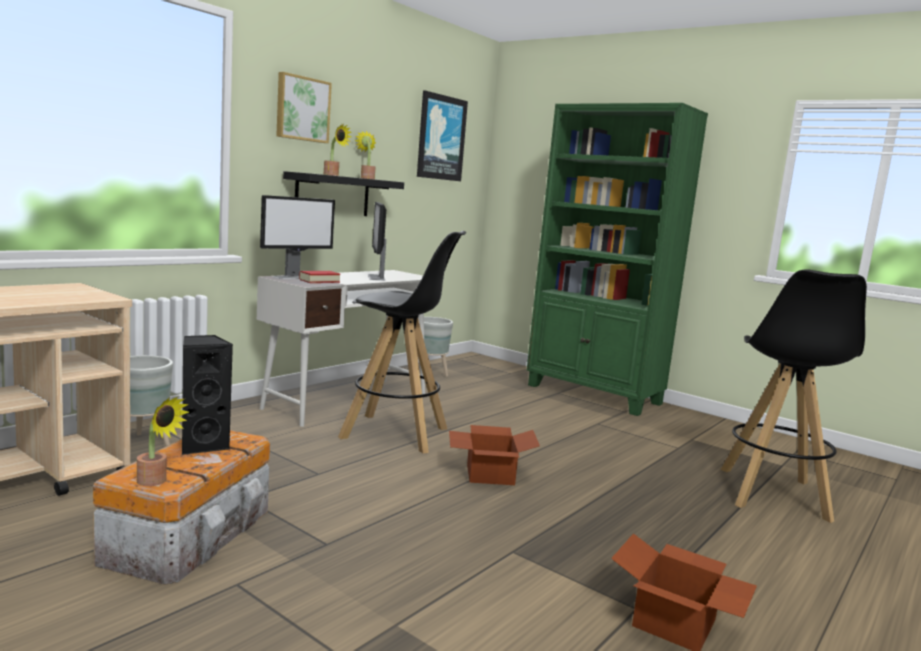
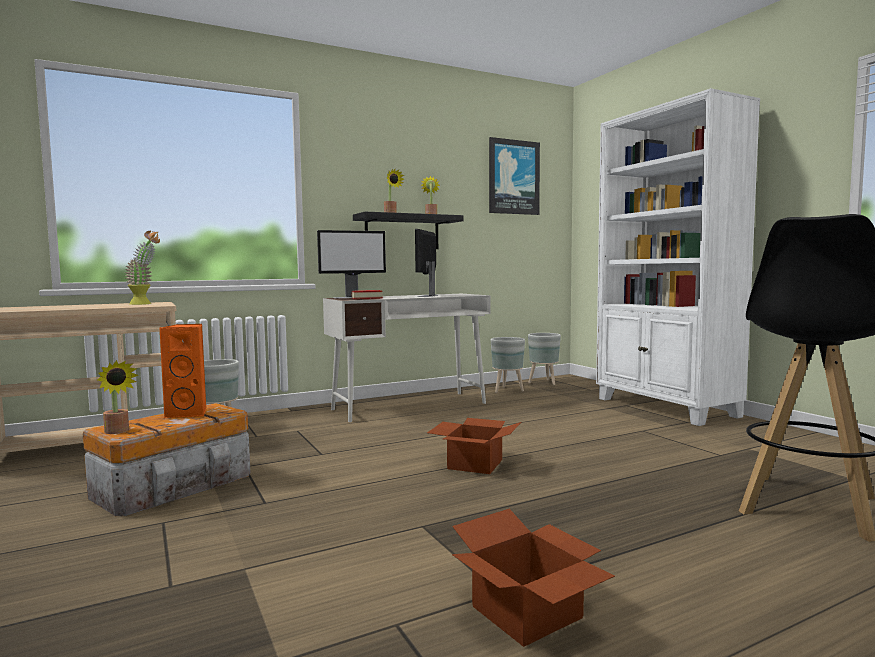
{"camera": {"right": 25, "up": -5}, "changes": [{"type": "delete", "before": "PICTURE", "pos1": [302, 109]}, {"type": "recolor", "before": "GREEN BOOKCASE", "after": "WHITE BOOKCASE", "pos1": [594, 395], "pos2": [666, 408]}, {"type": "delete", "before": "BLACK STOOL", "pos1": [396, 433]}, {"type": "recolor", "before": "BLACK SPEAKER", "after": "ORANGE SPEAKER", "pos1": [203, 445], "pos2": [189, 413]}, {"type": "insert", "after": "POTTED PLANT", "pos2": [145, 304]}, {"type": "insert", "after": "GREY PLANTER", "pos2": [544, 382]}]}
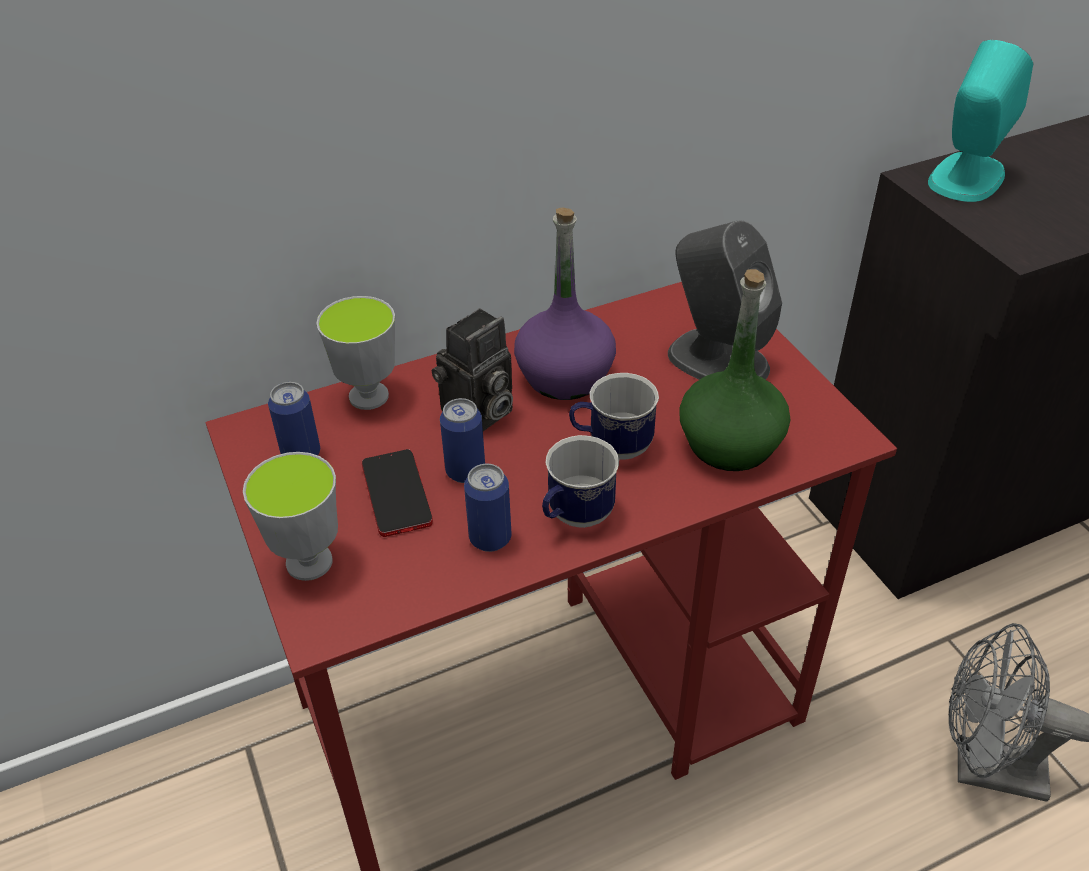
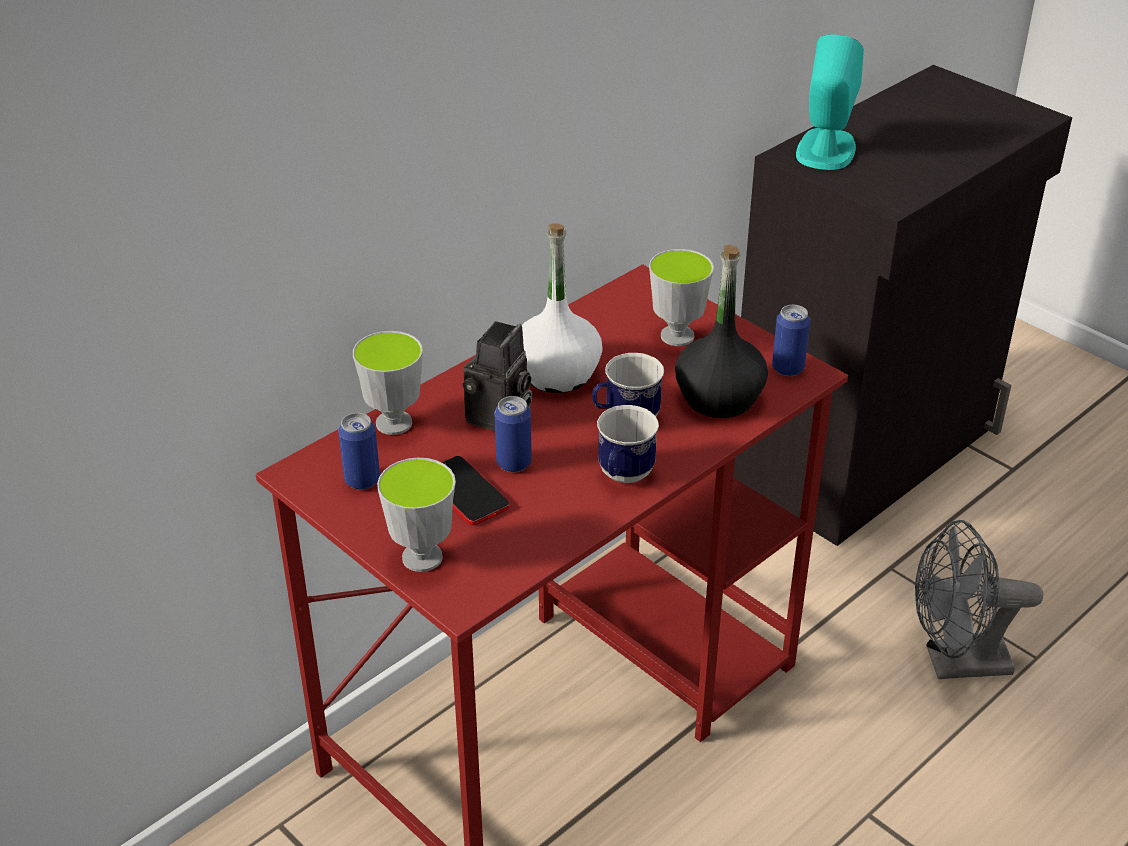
{"camera": {"right": -20, "up": -5}, "changes": [{"type": "recolor", "before": "PURPLE BOTTLE", "after": "WHITE BOTTLE", "pos1": [565, 376], "pos2": [557, 373]}, {"type": "replace", "before": "GREY SPEAKER", "after": "CUP", "pos1": [716, 360], "pos2": [677, 336]}, {"type": "recolor", "before": "GREEN BOTTLE", "after": "BLACK BOTTLE", "pos1": [730, 444], "pos2": [719, 397]}, {"type": "move", "before": "CAN", "pos1": [490, 538], "pos2": [788, 368]}]}
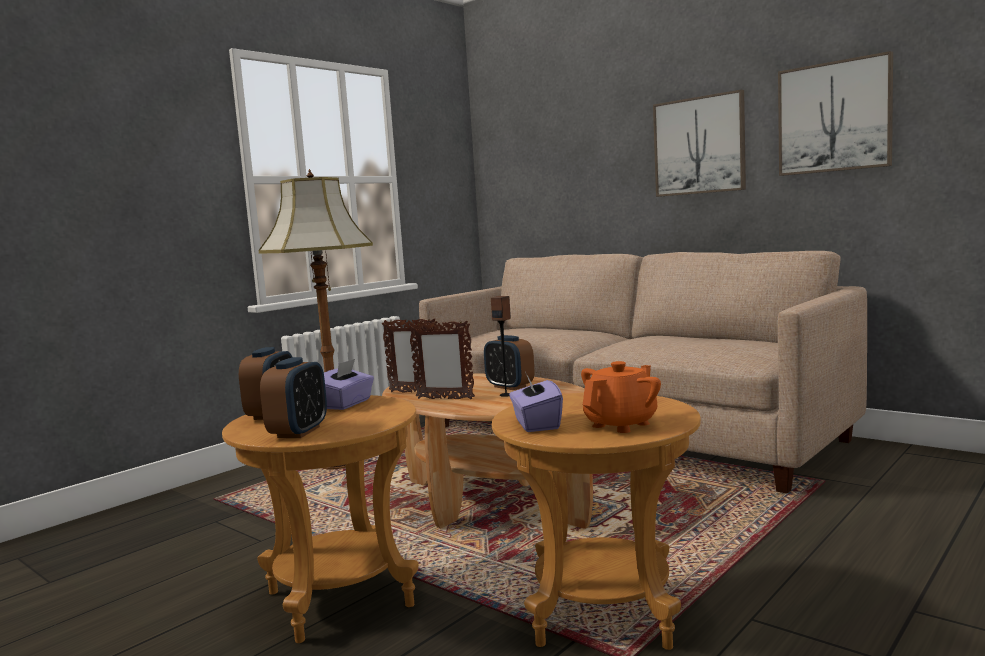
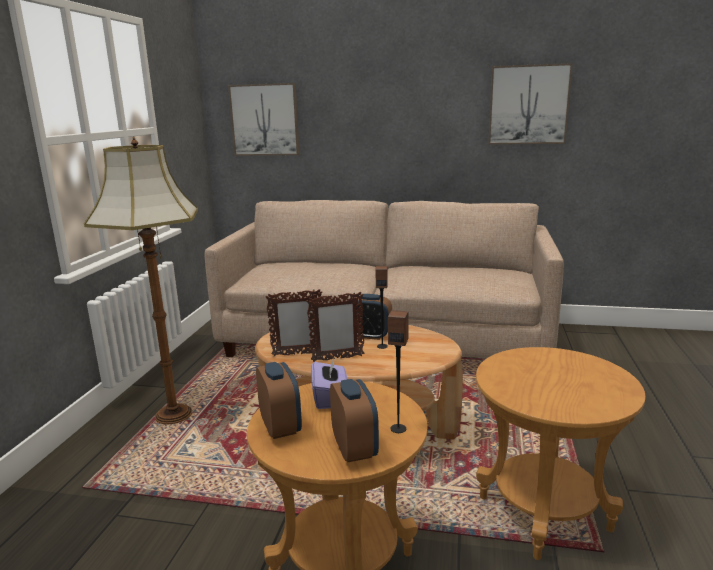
{"camera": {"right": -30, "up": 10}, "changes": [{"type": "move", "before": "PICTURE", "pos1": [699, 146], "pos2": [265, 120]}, {"type": "delete", "before": "ORANGE TEAPOT", "pos1": [621, 424]}, {"type": "delete", "before": "PURPLE TISSUE BOX", "pos1": [536, 424]}, {"type": "insert", "after": "SPEAKER", "pos2": [398, 428]}]}
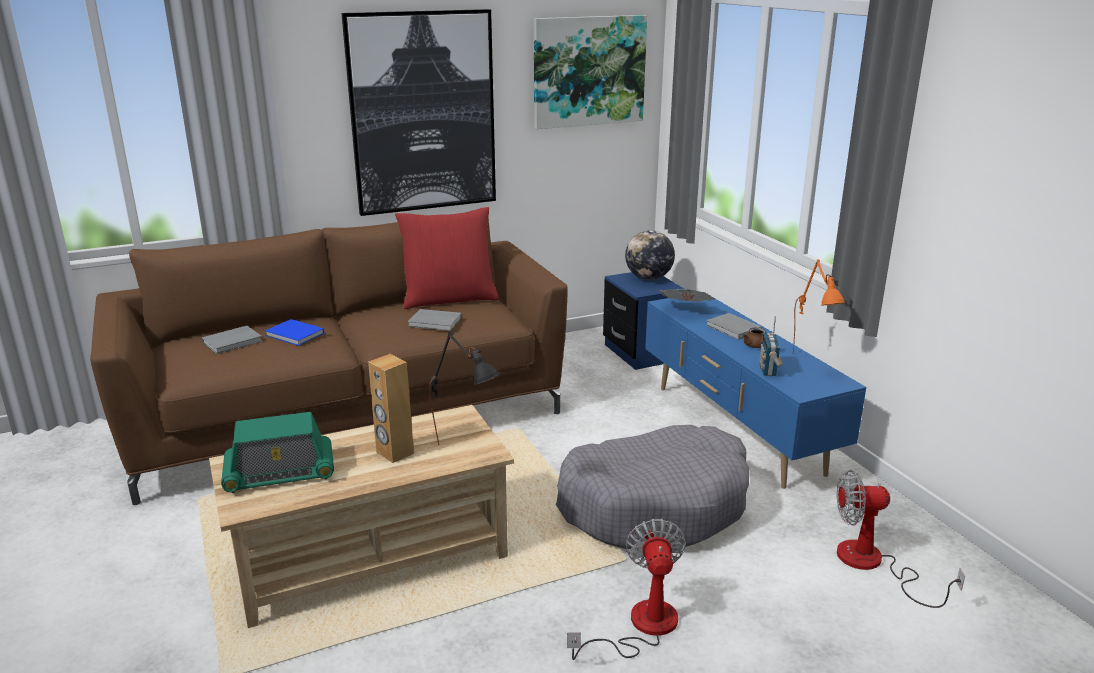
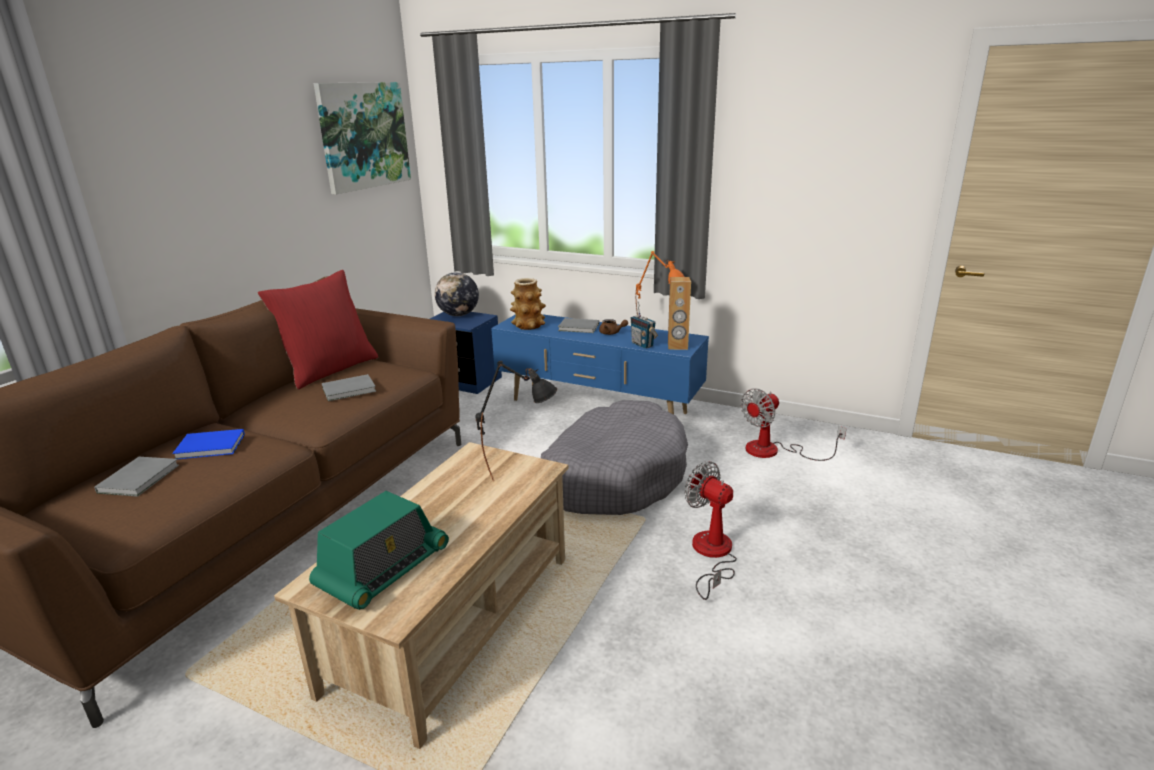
{"camera": {"right": -40, "up": 0}, "changes": [{"type": "delete", "before": "PICTURE", "pos1": [423, 113]}, {"type": "replace", "before": "NEWSPAPER", "after": "VASE", "pos1": [686, 310], "pos2": [528, 325]}, {"type": "move", "before": "BROWN SPEAKER", "pos1": [394, 453], "pos2": [677, 346]}]}
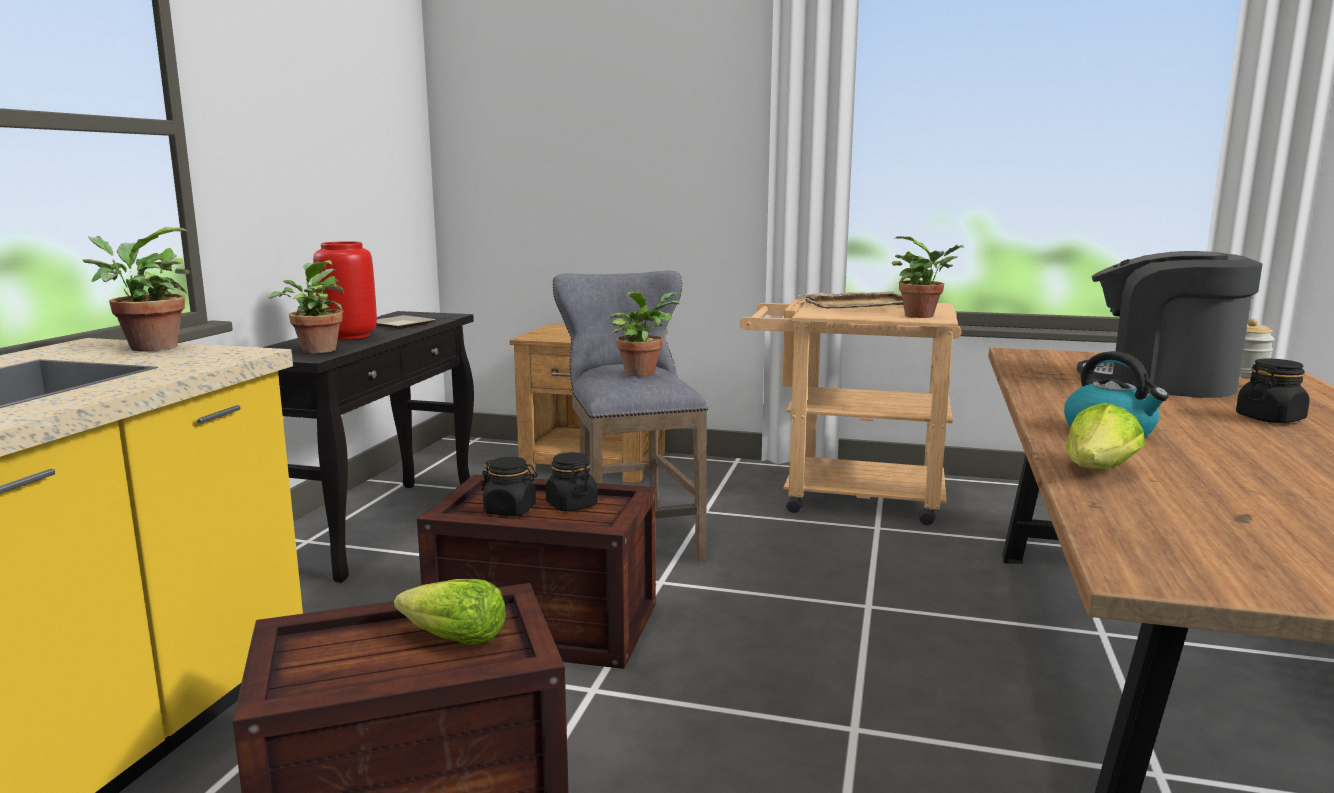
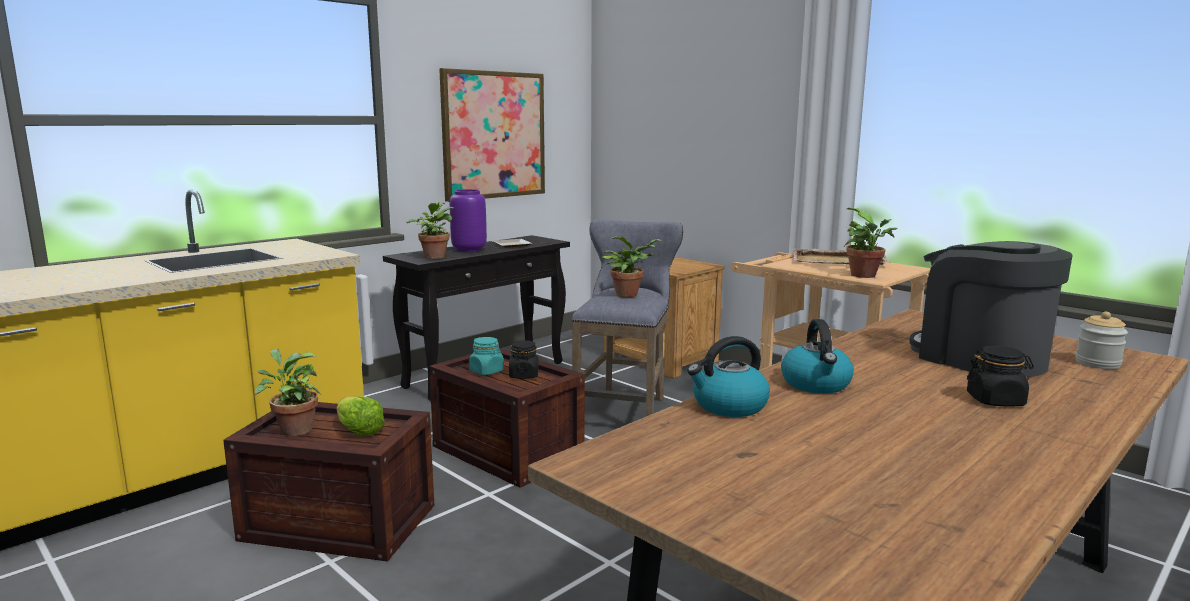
{"camera": {"right": 30, "up": 0}, "changes": [{"type": "move", "before": "POTTED PLANT", "pos1": [147, 347], "pos2": [293, 429]}, {"type": "recolor", "before": "RED VASE", "after": "PURPLE VASE", "pos1": [348, 336], "pos2": [468, 249]}, {"type": "replace", "before": "LETTUCE", "after": "KETTLE", "pos1": [1099, 471], "pos2": [728, 406]}, {"type": "recolor", "before": "BLACK JAR", "after": "TURQUOISE JAR", "pos1": [510, 510], "pos2": [487, 371]}, {"type": "insert", "after": "PICTURE", "pos2": [494, 135]}]}
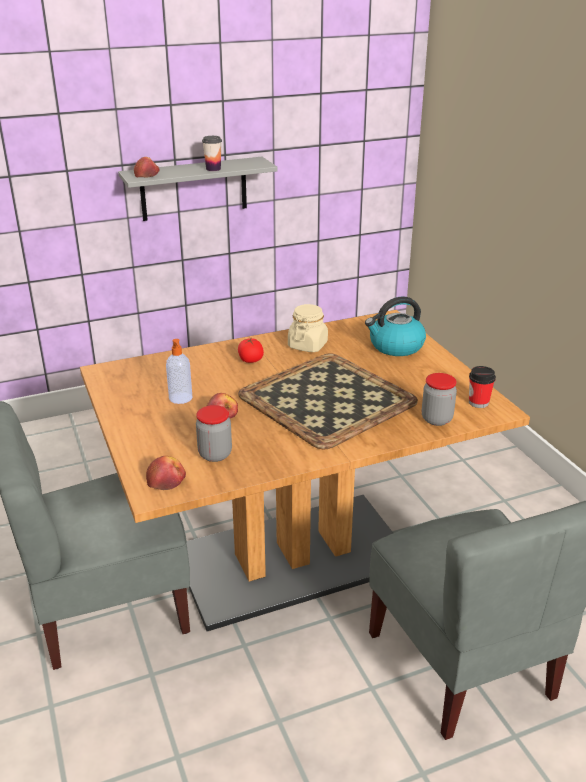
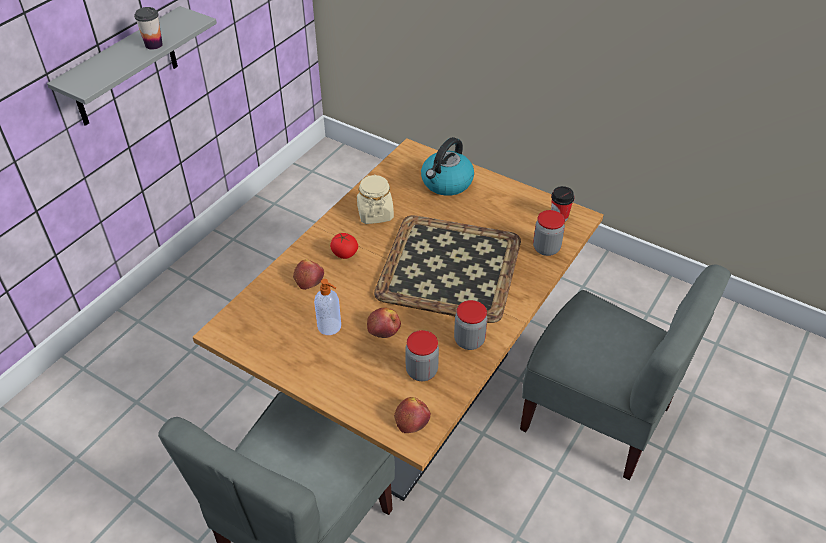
{"camera": {"right": -35, "up": 15}, "changes": [{"type": "move", "before": "APPLE", "pos1": [147, 175], "pos2": [309, 278]}, {"type": "insert", "after": "JAR", "pos2": [469, 340]}]}
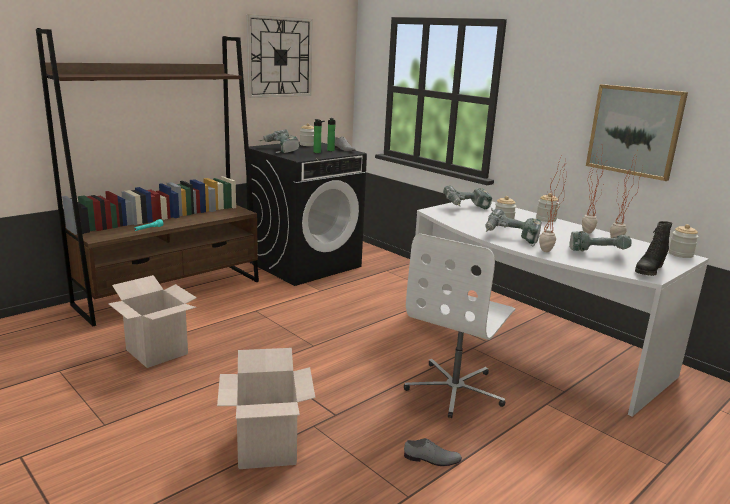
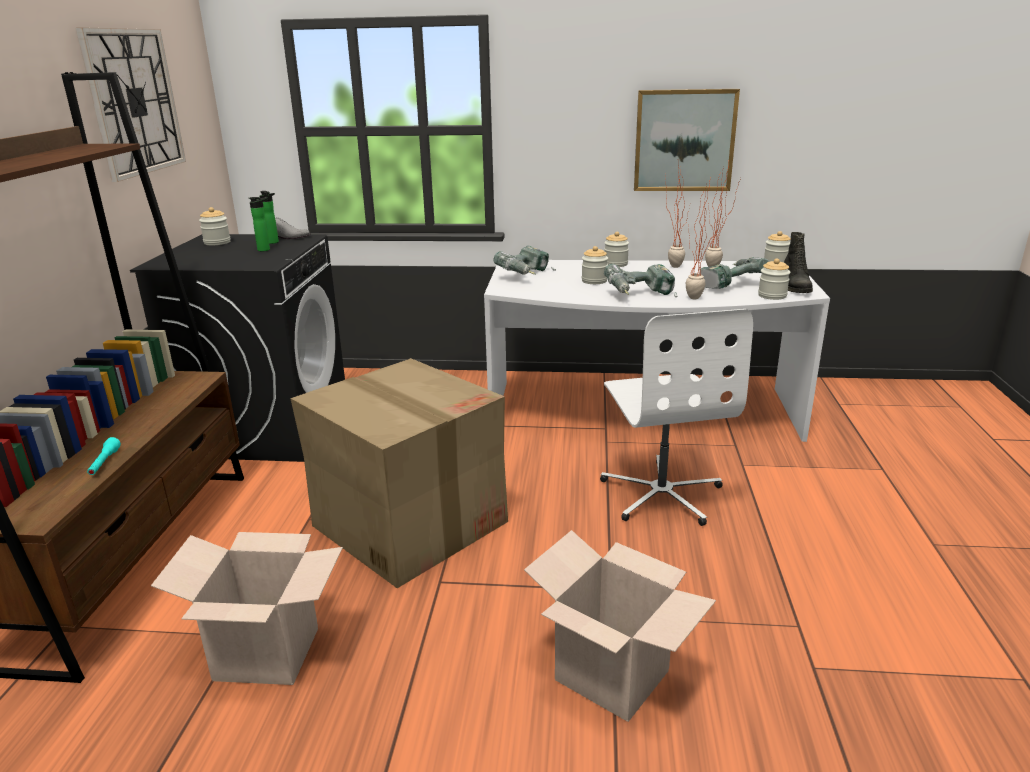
{"camera": {"right": -40, "up": 5}, "changes": [{"type": "delete", "before": "POWER DRILL", "pos1": [280, 150]}, {"type": "delete", "before": "GREY SHOE", "pos1": [432, 459]}, {"type": "insert", "after": "JAR", "pos2": [772, 296]}, {"type": "insert", "after": "CARDBOARD BOX", "pos2": [409, 523]}]}
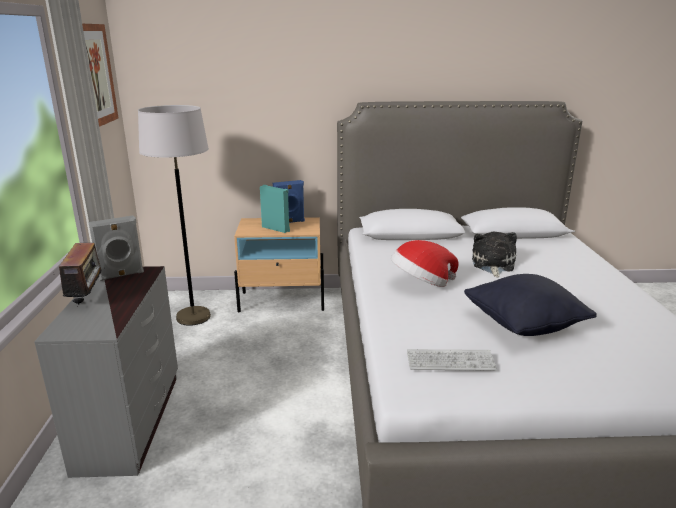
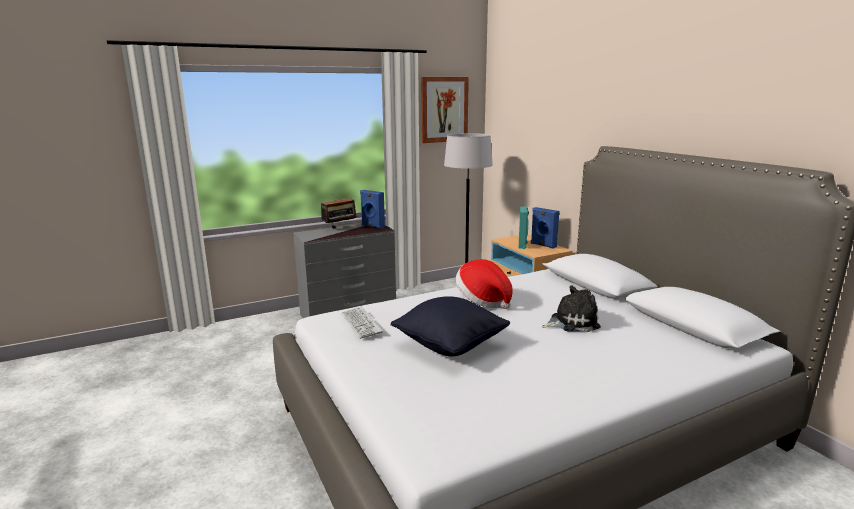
{"camera": {"right": 65, "up": -5}, "changes": [{"type": "recolor", "before": "GREY SPEAKER", "after": "BLUE SPEAKER", "pos1": [121, 275], "pos2": [372, 226]}]}
